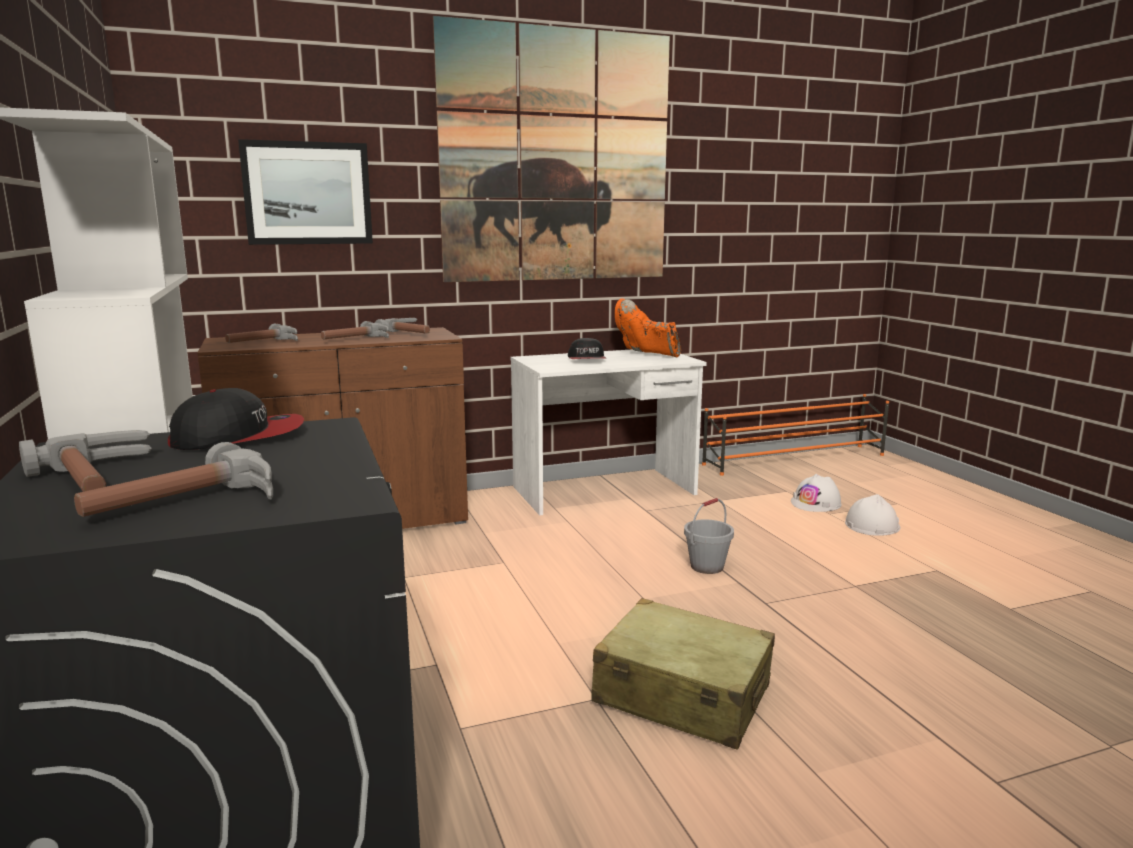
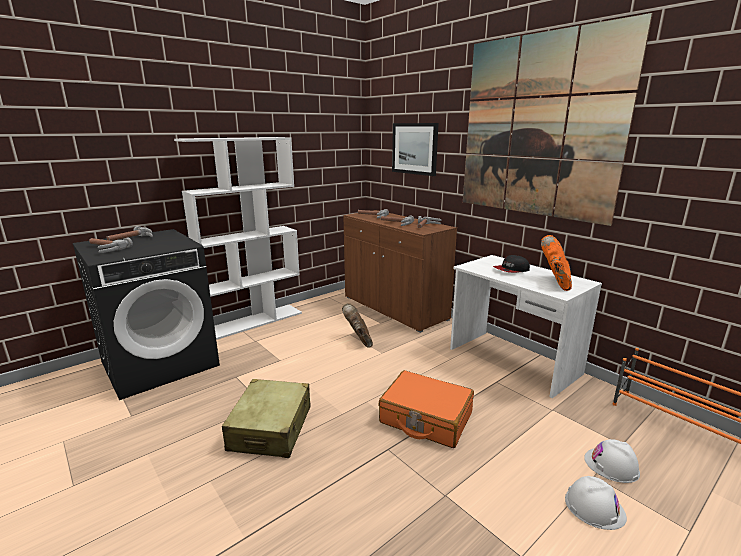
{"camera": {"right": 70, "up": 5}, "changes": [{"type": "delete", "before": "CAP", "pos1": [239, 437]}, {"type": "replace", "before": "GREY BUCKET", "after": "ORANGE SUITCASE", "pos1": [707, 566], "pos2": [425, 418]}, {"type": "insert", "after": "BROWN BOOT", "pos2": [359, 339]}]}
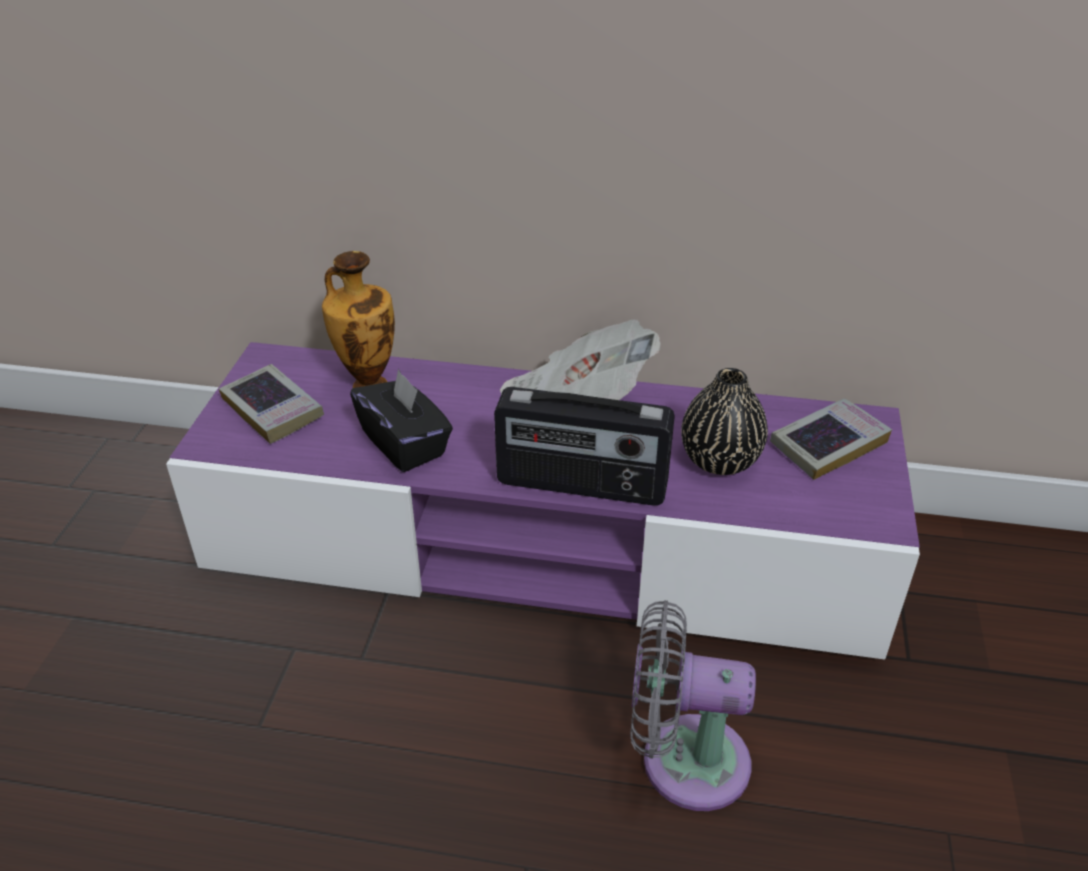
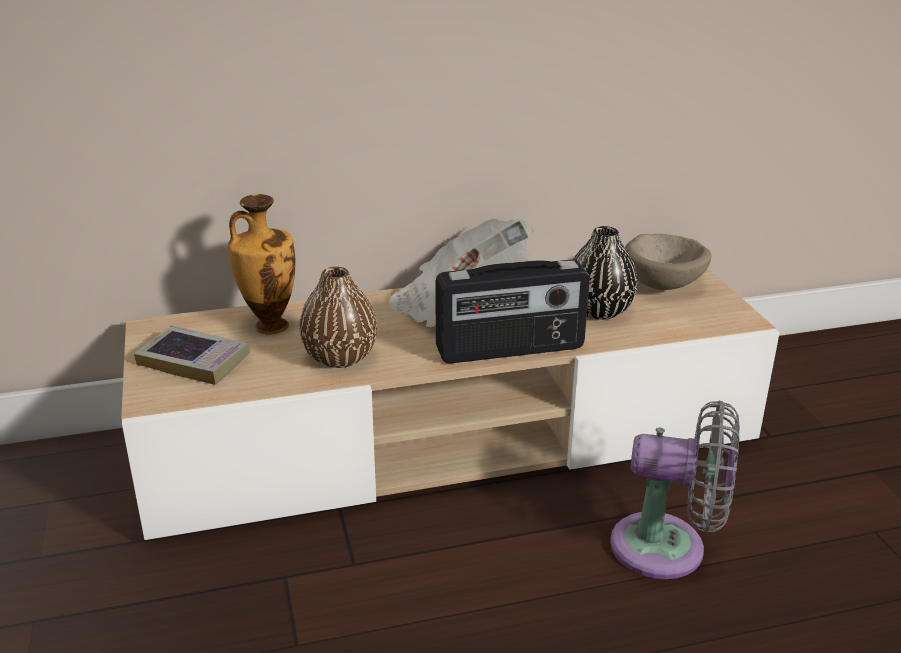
{"camera": {"right": -25, "up": -10}, "changes": [{"type": "recolor", "before": "PURPLE TV STAND", "after": "BEIGE TV STAND", "pos1": [544, 545], "pos2": [449, 439]}, {"type": "replace", "before": "BLACK TISSUE BOX", "after": "BROWN VASE", "pos1": [405, 444], "pos2": [339, 357]}, {"type": "replace", "before": "BOOK", "after": "BEIGE BOWL", "pos1": [828, 444], "pos2": [665, 284]}, {"type": "rotate", "before": "GREY FAN", "pos1": [683, 760], "pos2": [668, 548], "turn": -150}]}
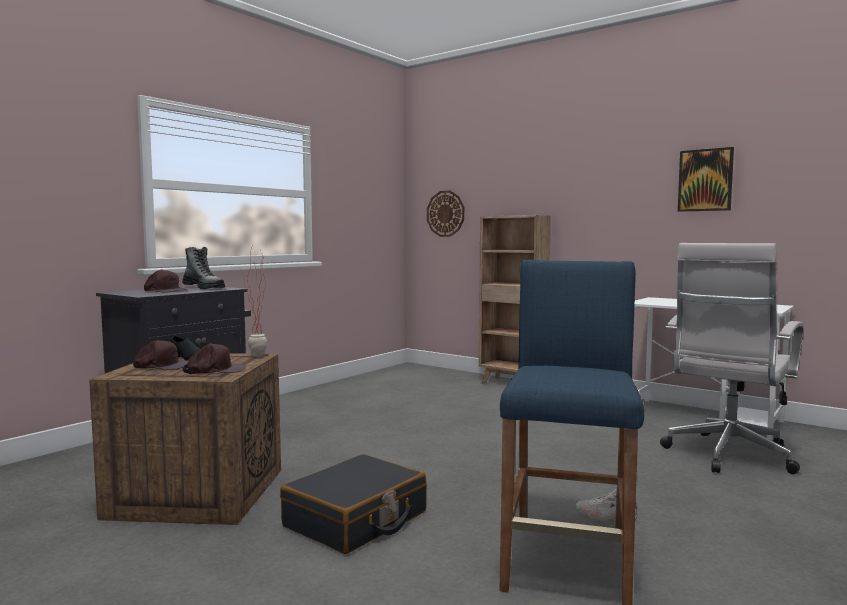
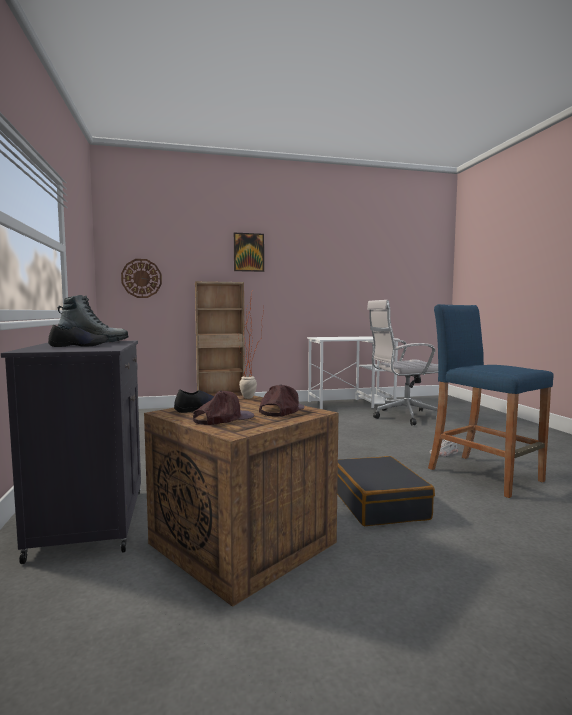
{"camera": {"right": -50, "up": 0}, "changes": [{"type": "move", "before": "PICTURE", "pos1": [705, 180], "pos2": [248, 252]}, {"type": "rotate", "before": "WHITE OFFICE CHAIR", "pos1": [727, 456], "pos2": [403, 417], "turn": 90}, {"type": "replace", "before": "BROWN CAP", "after": "BLACK SHOE", "pos1": [165, 291], "pos2": [79, 346]}]}
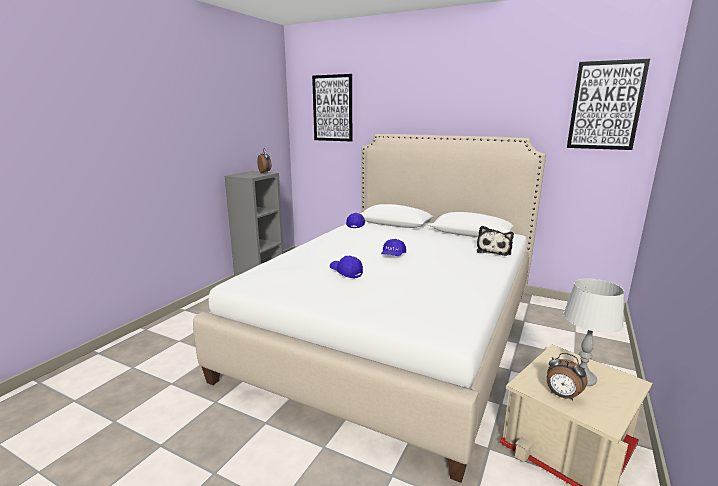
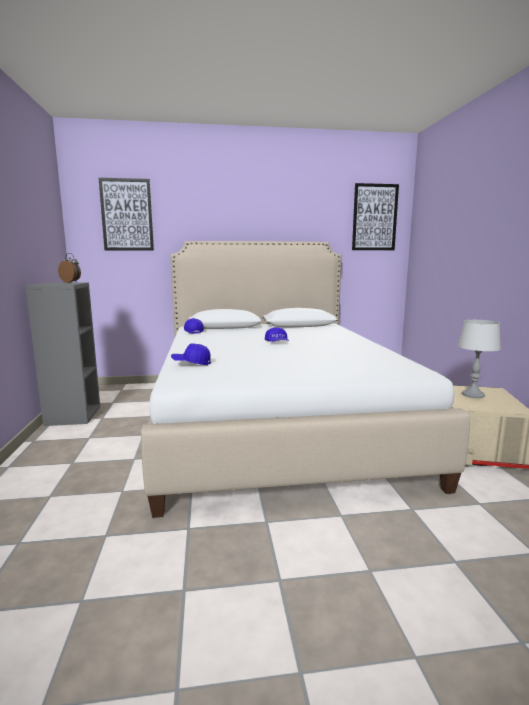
{"camera": {"right": -35, "up": -5}, "changes": [{"type": "delete", "before": "PLUSH TOY", "pos1": [494, 251]}, {"type": "move", "before": "BLUE CAP", "pos1": [346, 272], "pos2": [191, 363]}, {"type": "delete", "before": "ALARM CLOCK", "pos1": [562, 395]}]}
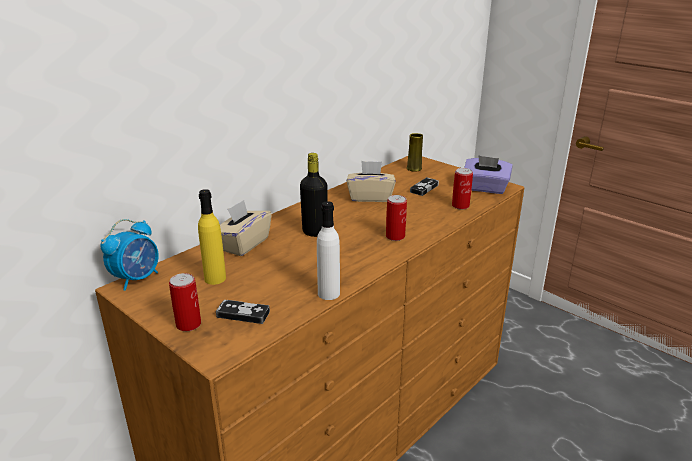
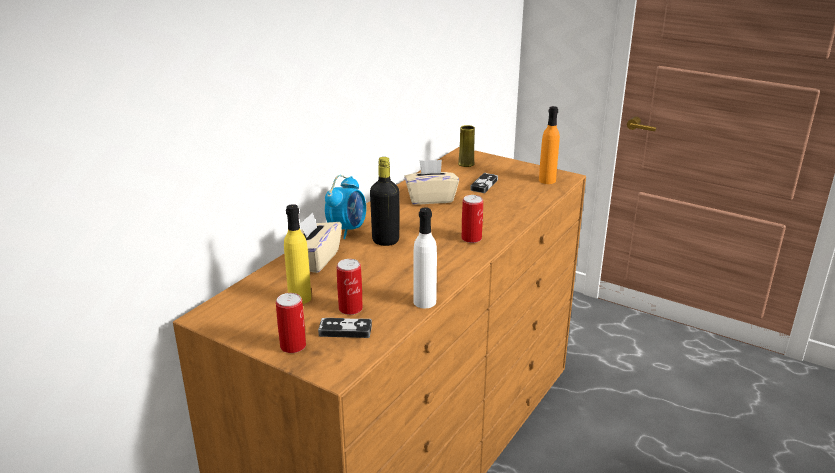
{"camera": {"right": -10, "up": 0}, "changes": [{"type": "replace", "before": "PURPLE TISSUE BOX", "after": "ORANGE BOTTLE", "pos1": [485, 188], "pos2": [547, 180]}, {"type": "move", "before": "CAN", "pos1": [460, 206], "pos2": [350, 309]}, {"type": "move", "before": "ALARM CLOCK", "pos1": [137, 278], "pos2": [347, 230]}]}
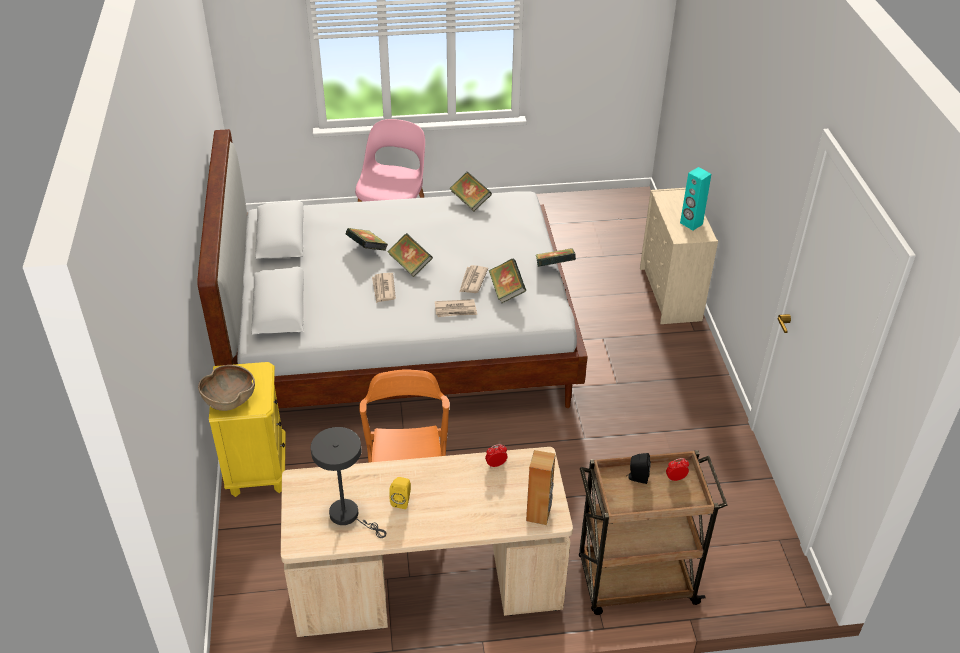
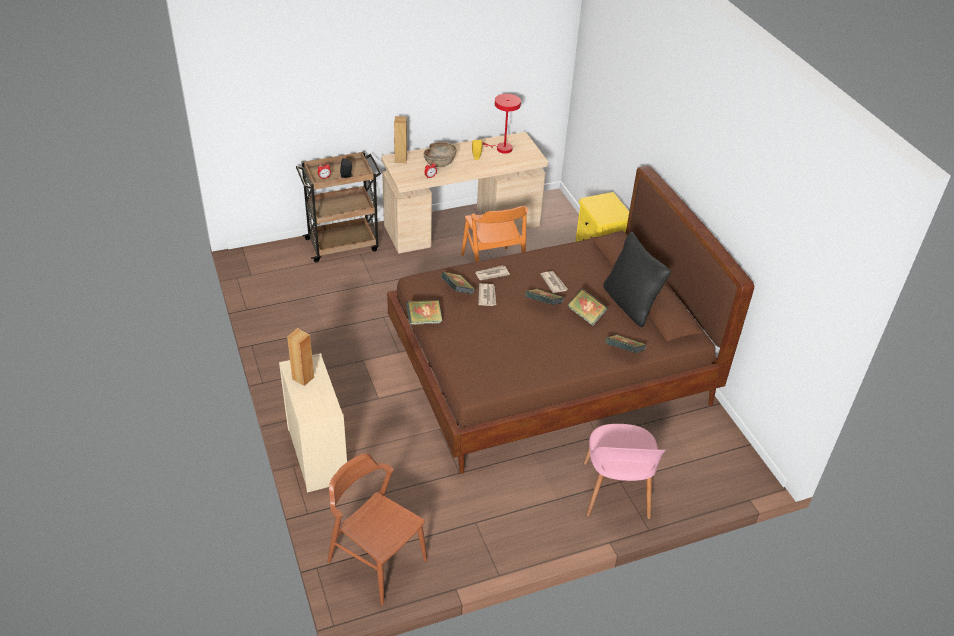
{"camera": {"right": 165, "up": 0}, "changes": [{"type": "recolor", "before": "WHITE BED", "after": "BROWN BED", "pos1": [400, 339], "pos2": [549, 371]}, {"type": "recolor", "before": "TURQUOISE SPEAKER", "after": "BROWN SPEAKER", "pos1": [691, 224], "pos2": [303, 378]}, {"type": "move", "before": "BOOK", "pos1": [470, 201], "pos2": [624, 352]}, {"type": "move", "before": "BROWN BOWL", "pos1": [229, 400], "pos2": [440, 163]}, {"type": "recolor", "before": "GREY TABLE LAMP", "after": "RED TABLE LAMP", "pos1": [349, 516], "pos2": [501, 148]}, {"type": "insert", "after": "BLACK PILLOW", "pos2": [630, 304]}, {"type": "insert", "after": "BROWN CHAIR", "pos2": [377, 561]}]}
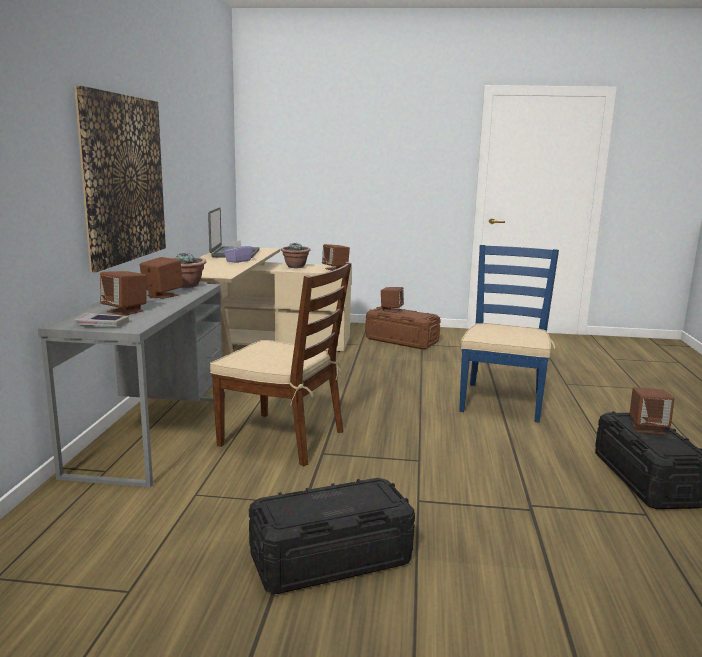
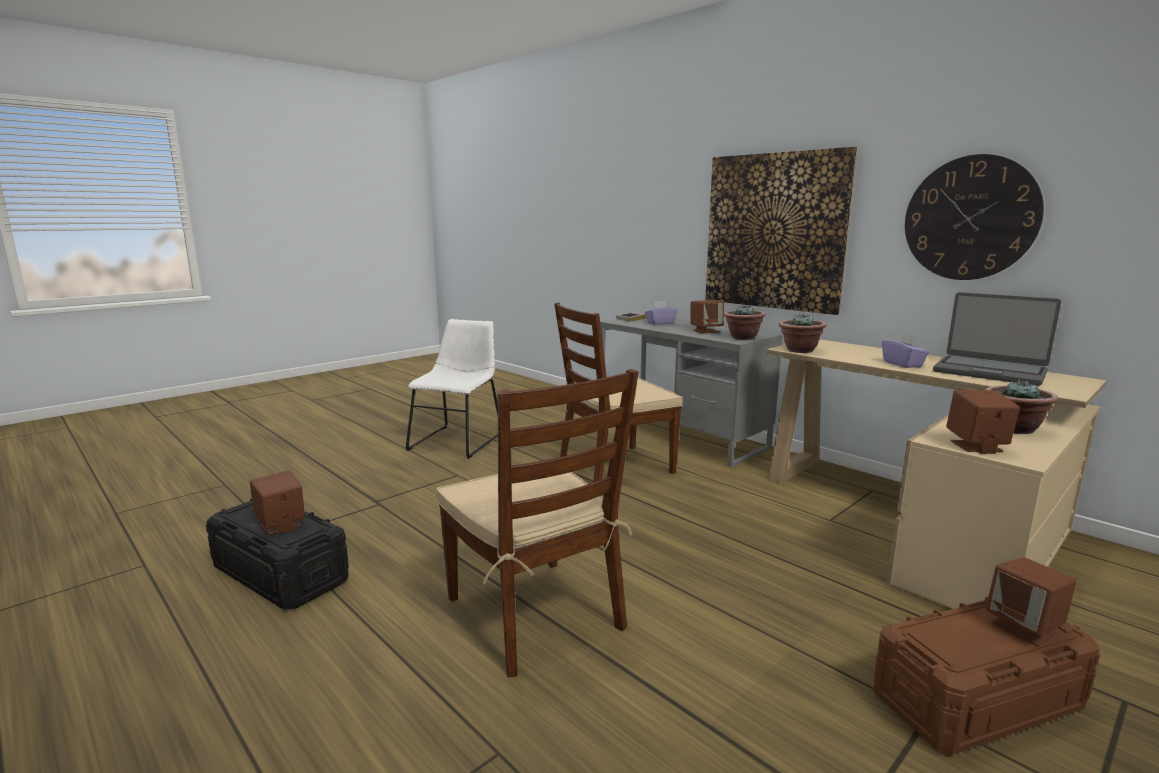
{"camera": {"right": 130, "up": 0}, "changes": [{"type": "recolor", "before": "BLUE CHAIR", "after": "BROWN CHAIR", "pos1": [502, 401], "pos2": [535, 613]}, {"type": "replace", "before": "BROWN SPEAKER", "after": "PURPLE TISSUE BOX", "pos1": [125, 311], "pos2": [660, 323]}, {"type": "replace", "before": "BLACK STORAGE BOX", "after": "WHITE CHAIR", "pos1": [330, 559], "pos2": [458, 440]}, {"type": "insert", "after": "WALL CLOCK", "pos2": [970, 218]}, {"type": "insert", "after": "POTTED PLANT", "pos2": [799, 350]}]}
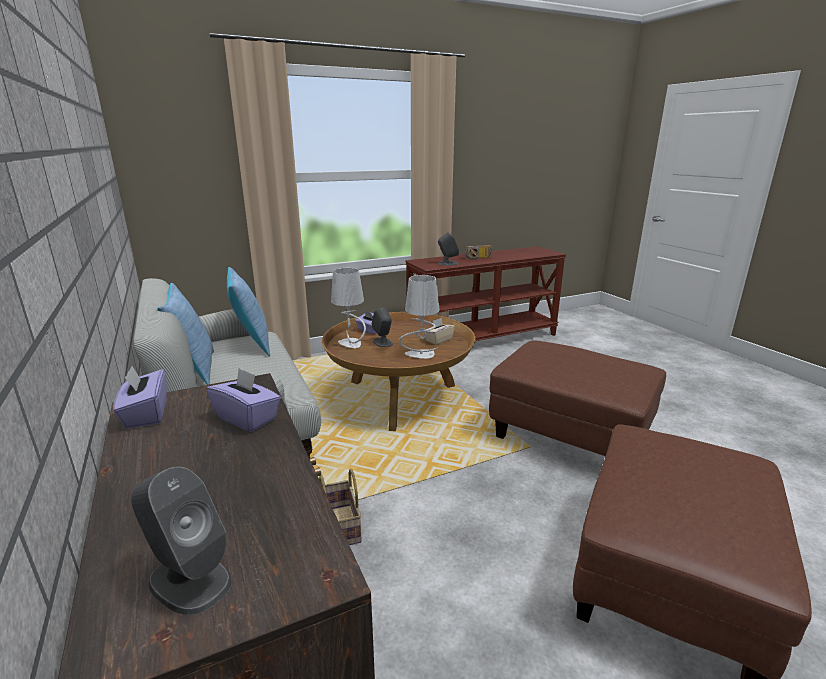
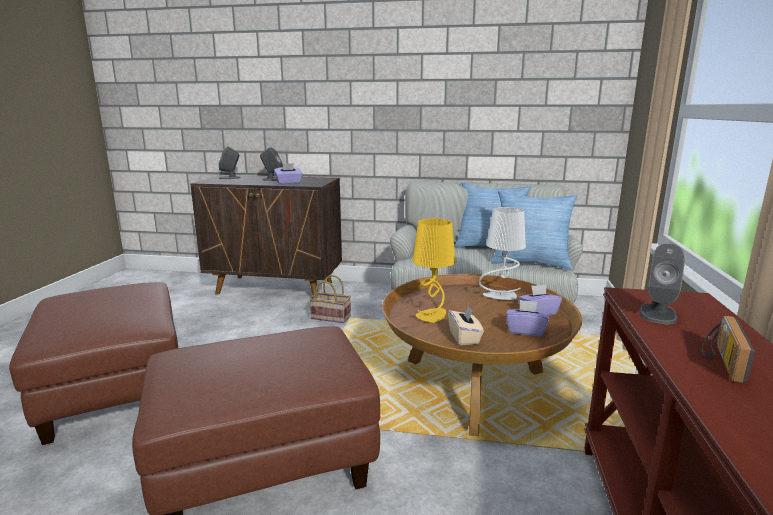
{"camera": {"right": 125, "up": -5}, "changes": [{"type": "recolor", "before": "GREY TABLE LAMP", "after": "YELLOW TABLE LAMP", "pos1": [420, 355], "pos2": [432, 316]}, {"type": "move", "before": "GREY SPEAKER", "pos1": [382, 342], "pos2": [272, 179]}, {"type": "move", "before": "PURPLE TISSUE BOX", "pos1": [146, 414], "pos2": [525, 331]}]}
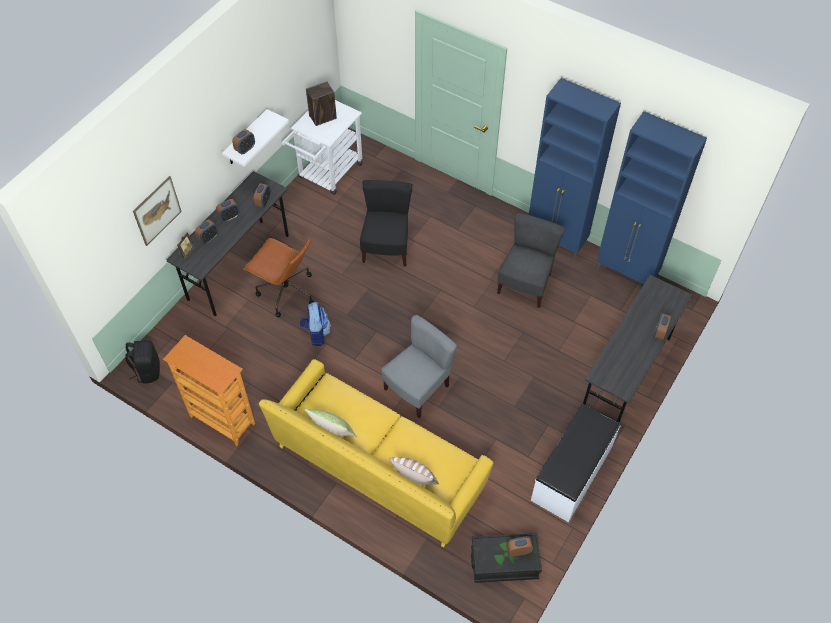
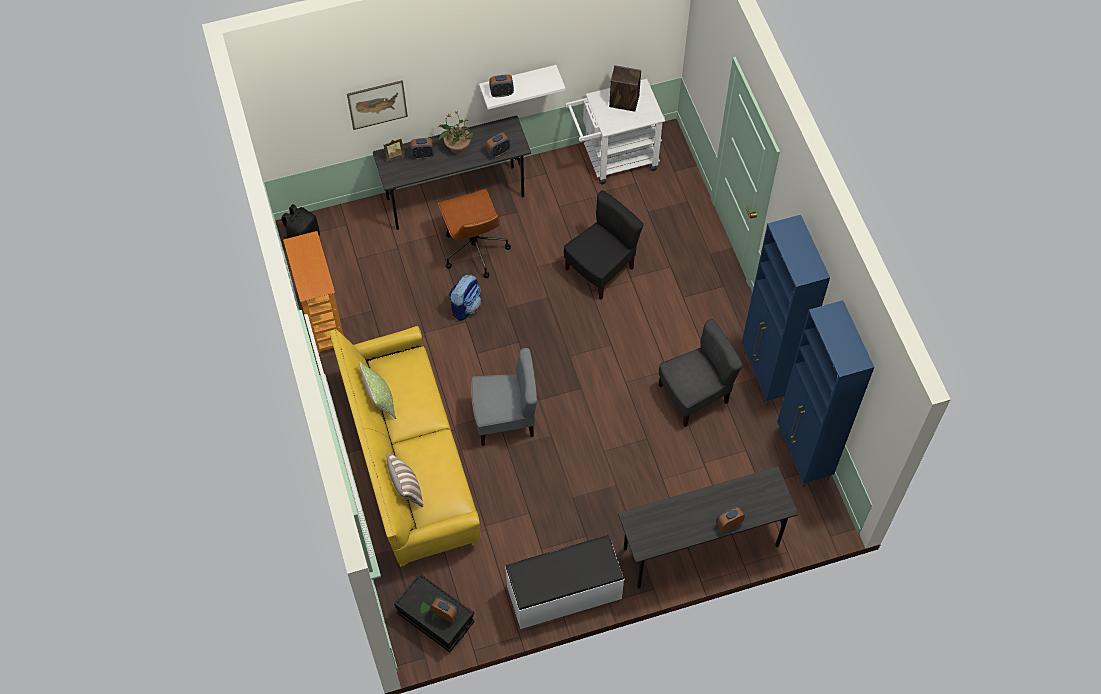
{"camera": {"right": 40, "up": 5}, "changes": [{"type": "replace", "before": "ALARM CLOCK", "after": "POTTED PLANT", "pos1": [229, 217], "pos2": [457, 147]}]}
